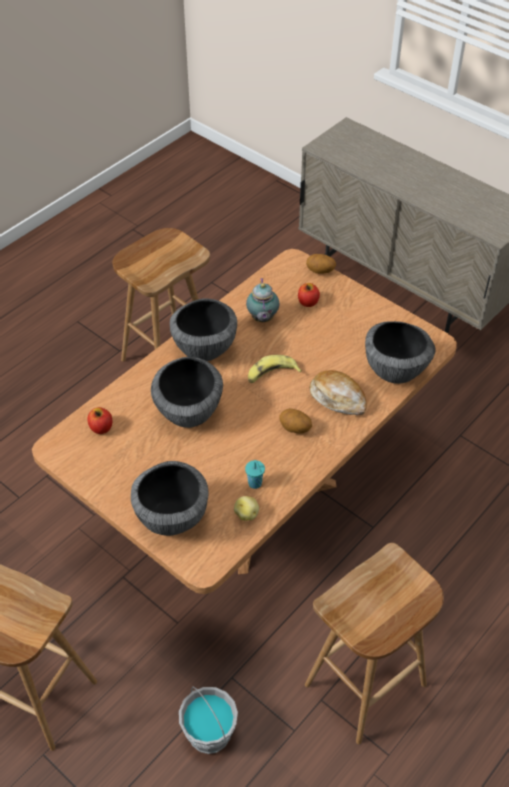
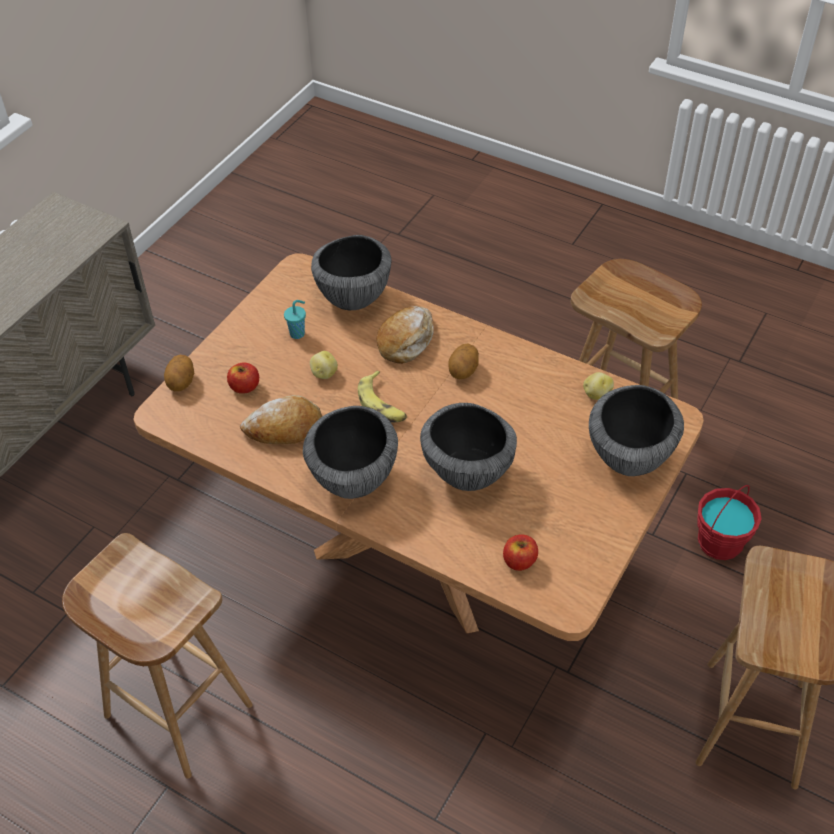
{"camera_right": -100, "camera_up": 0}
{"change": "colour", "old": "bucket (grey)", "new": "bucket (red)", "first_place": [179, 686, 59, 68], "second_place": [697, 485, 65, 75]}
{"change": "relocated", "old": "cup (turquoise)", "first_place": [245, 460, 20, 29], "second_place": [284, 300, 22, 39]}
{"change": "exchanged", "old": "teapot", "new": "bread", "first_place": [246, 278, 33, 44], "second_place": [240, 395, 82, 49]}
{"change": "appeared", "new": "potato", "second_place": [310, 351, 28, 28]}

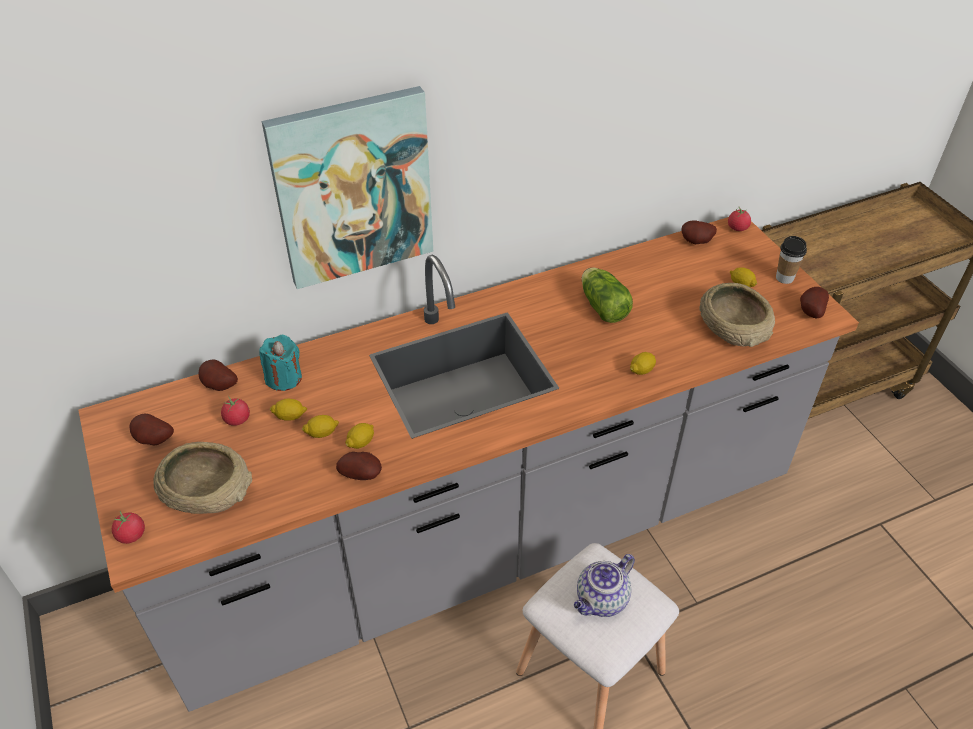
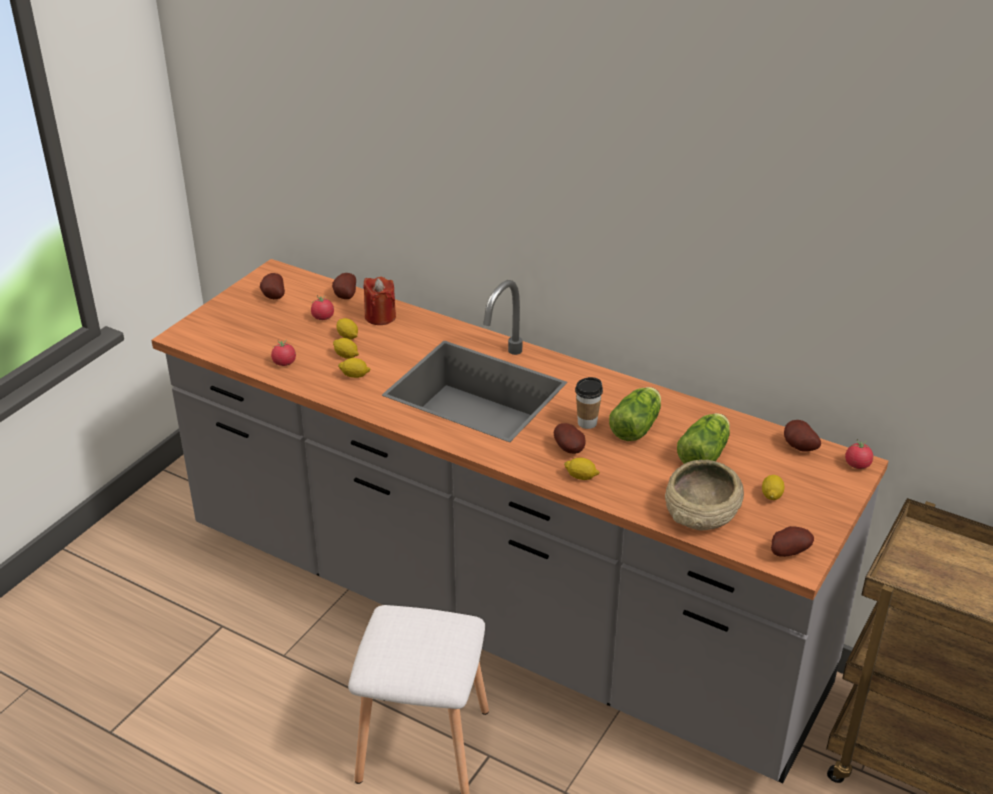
{"camera_right": 55, "camera_up": -10}
{"change": "relocated", "old": "tomato", "first_place": [112, 511, 33, 33], "second_place": [271, 340, 25, 26]}
{"change": "missing", "old": "bowl (beige)", "first_place": [153, 442, 99, 72]}
{"change": "colour", "old": "candle (turquoise)", "new": "candle (red)", "first_place": [259, 335, 43, 56], "second_place": [363, 277, 33, 48]}
{"change": "missing", "old": "picture", "first_place": [262, 86, 171, 203]}
{"change": "relocated", "old": "potato", "first_place": [336, 452, 46, 28], "second_place": [554, 423, 32, 31]}
{"change": "missing", "old": "teapot", "first_place": [574, 554, 61, 63]}
{"change": "relocated", "old": "cup", "first_place": [776, 236, 31, 48], "second_place": [575, 377, 28, 52]}
{"change": "appeared", "new": "lettuce", "second_place": [677, 413, 53, 51]}

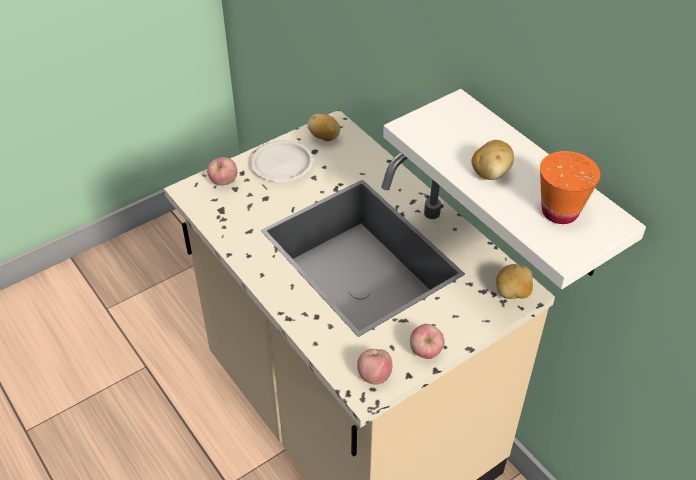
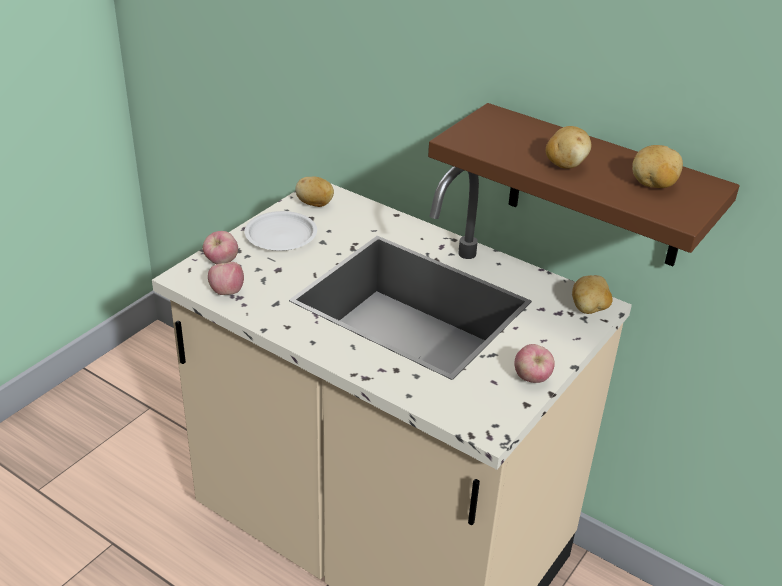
{"camera_right": -20, "camera_up": -10}
{"change": "relocated", "old": "apple", "first_place": [357, 349, 35, 36], "second_place": [208, 262, 36, 33]}
{"change": "colour", "old": "shelf (white)", "new": "shelf (brown)", "first_place": [383, 89, 263, 200], "second_place": [428, 103, 311, 163]}
{"change": "exchanged", "old": "cup (orange)", "new": "potato", "first_place": [540, 151, 61, 73], "second_place": [632, 145, 51, 43]}

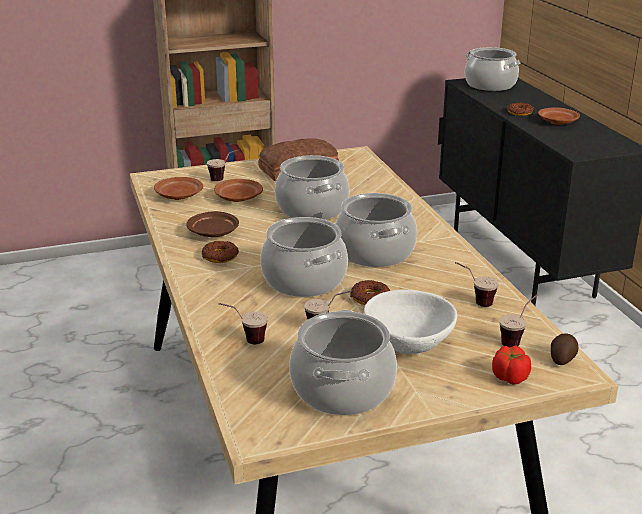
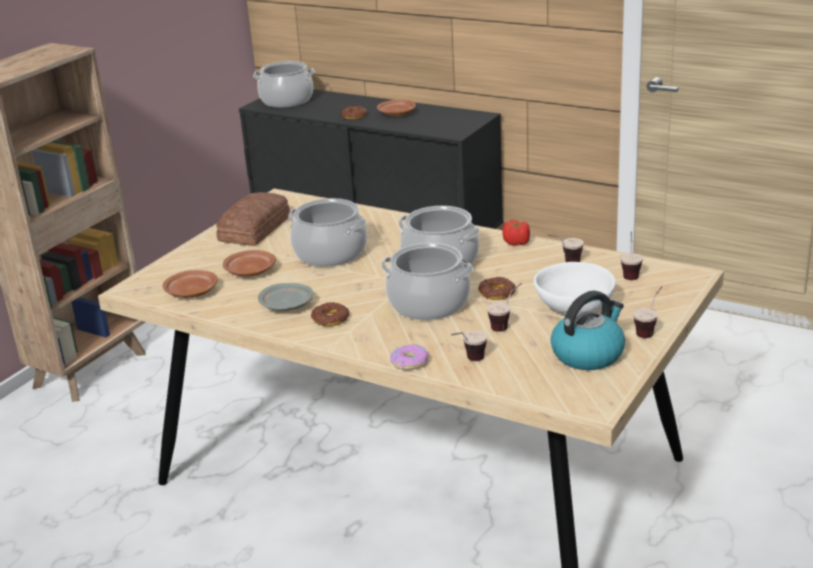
{"camera_right": -40, "camera_up": 0}
{"change": "colour", "old": "plate (brown)", "new": "plate (grey)", "first_place": [186, 211, 53, 26], "second_place": [258, 283, 55, 28]}
{"change": "relocated", "old": "cup", "first_place": [207, 149, 33, 32], "second_place": [633, 286, 29, 52]}
{"change": "exchanged", "old": "cooking pot", "new": "kettle", "first_place": [289, 310, 108, 105], "second_place": [550, 290, 75, 80]}
{"change": "relocated", "old": "tomato", "first_place": [492, 346, 39, 39], "second_place": [502, 220, 28, 26]}
{"change": "missing", "old": "potato", "first_place": [551, 333, 28, 32]}
{"change": "appeared", "new": "donut", "second_place": [390, 344, 38, 26]}

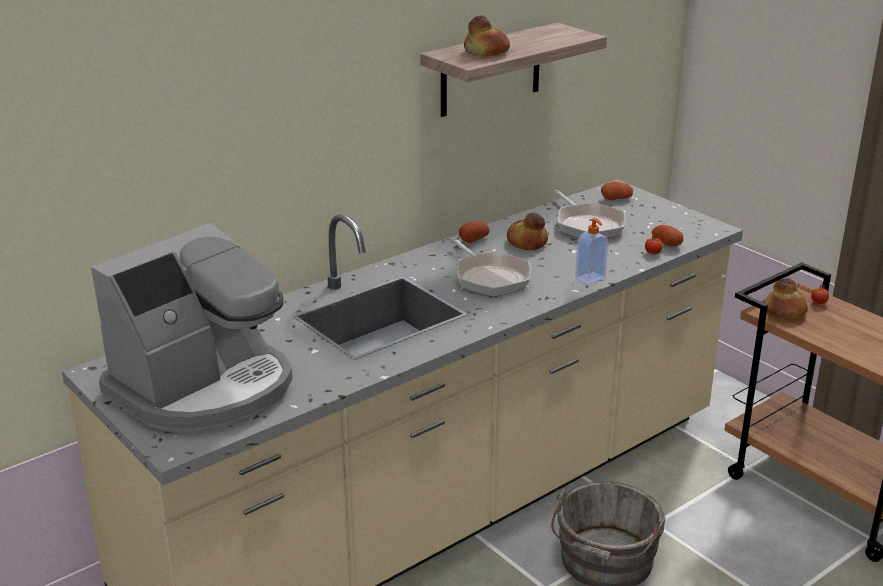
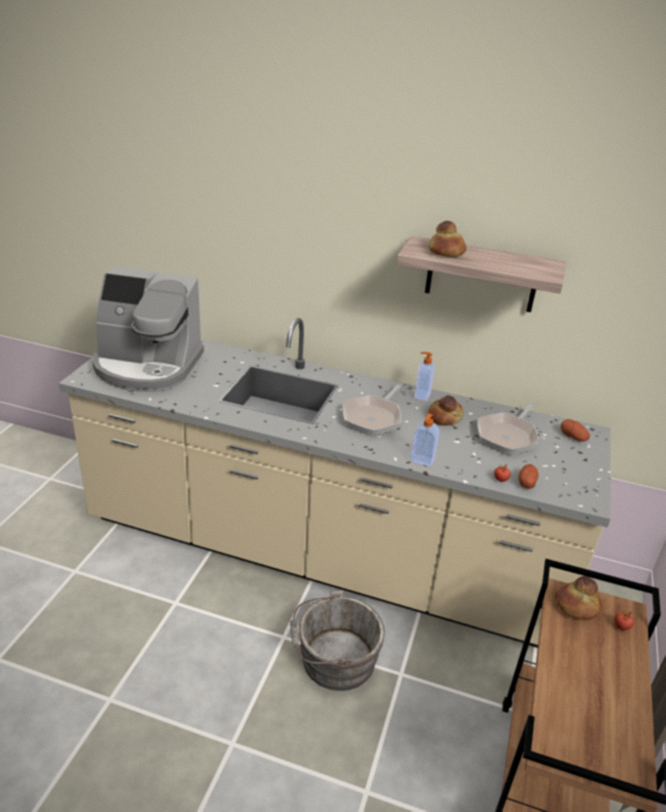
{"camera_right": 55, "camera_up": 5}
{"change": "exchanged", "old": "potato", "new": "soap dispenser", "first_place": [459, 221, 31, 22], "second_place": [414, 352, 21, 49]}

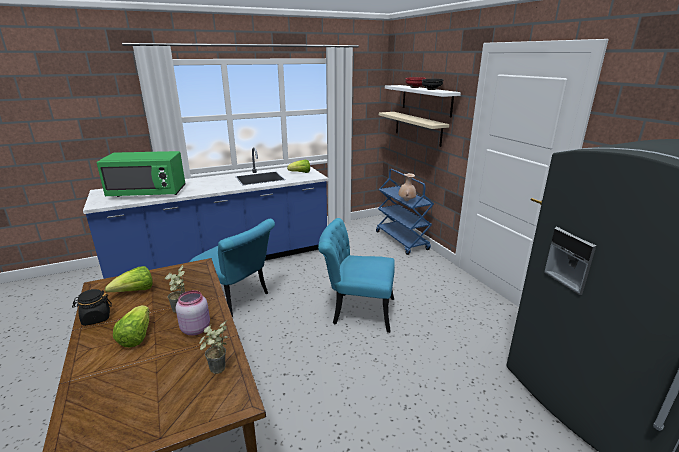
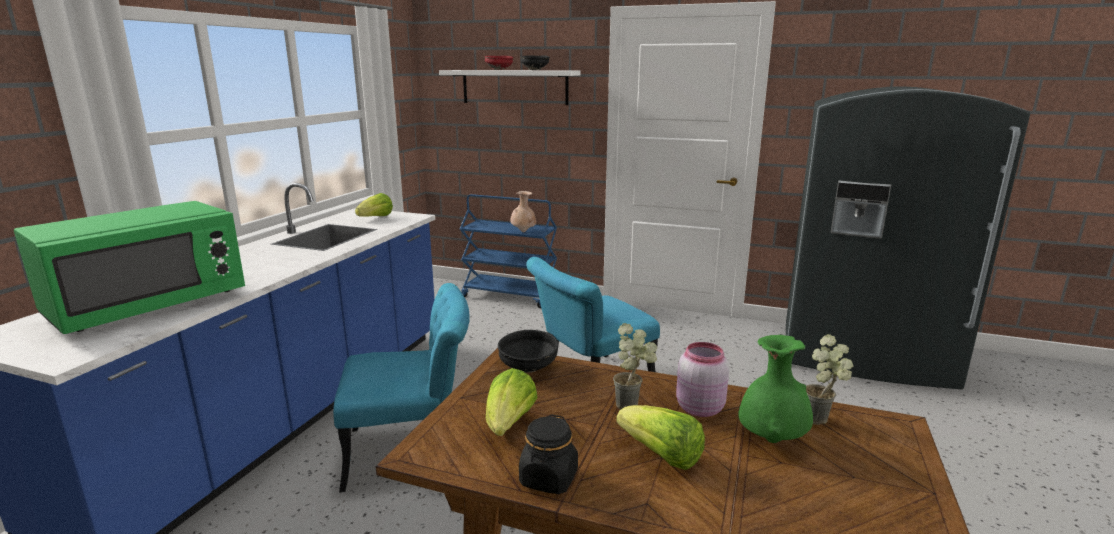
{"camera_right": -45, "camera_up": -5}
{"change": "missing", "old": "shelf (beige)", "first_place": [379, 112, 70, 35]}
{"change": "appeared", "new": "bowl (black)", "second_place": [498, 330, 60, 43]}
{"change": "appeared", "new": "vase (green)", "second_place": [738, 335, 75, 108]}

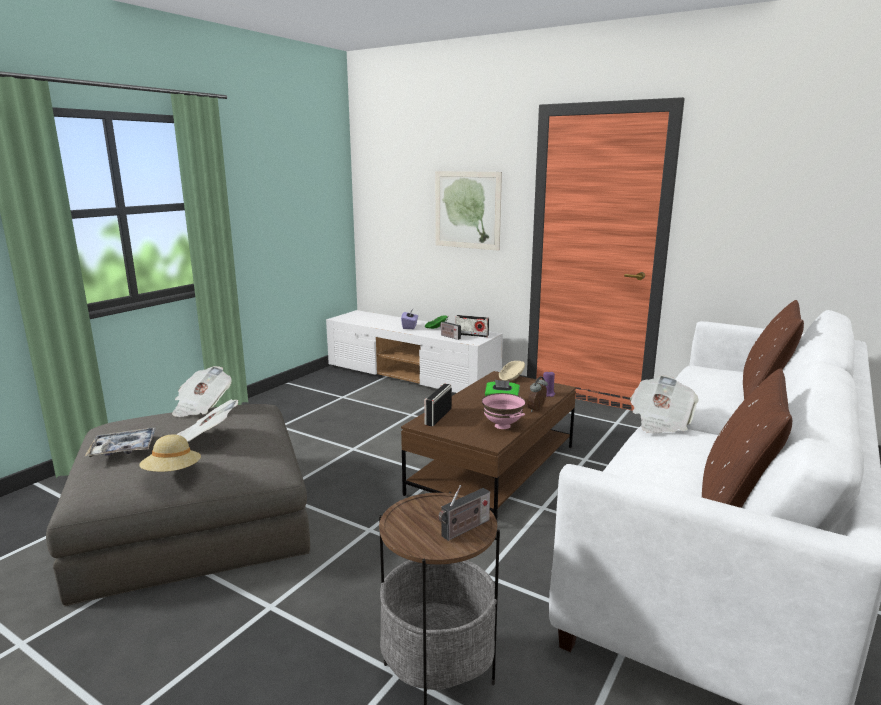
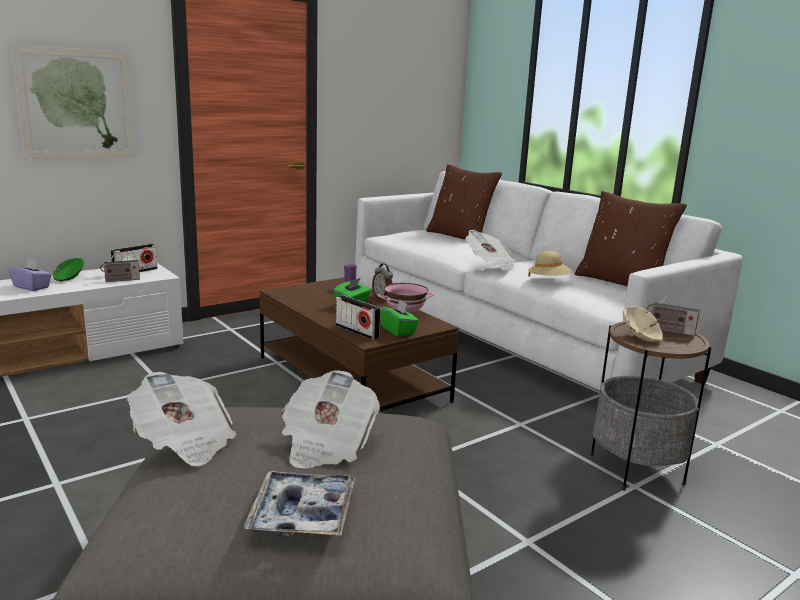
{"camera_right": -70, "camera_up": 0}
{"change": "relocated", "old": "hat (beige)", "first_place": [139, 435, 62, 37], "second_place": [528, 251, 44, 26]}
{"change": "spun", "old": "radio", "first_place": [438, 485, 52, 56], "second_place": [647, 292, 53, 44], "degrees": 135}
{"change": "relocated", "old": "bowl (beige)", "first_place": [499, 361, 26, 20], "second_place": [623, 306, 40, 36]}
{"change": "appeared", "new": "tissue box (green)", "second_place": [380, 300, 39, 37]}

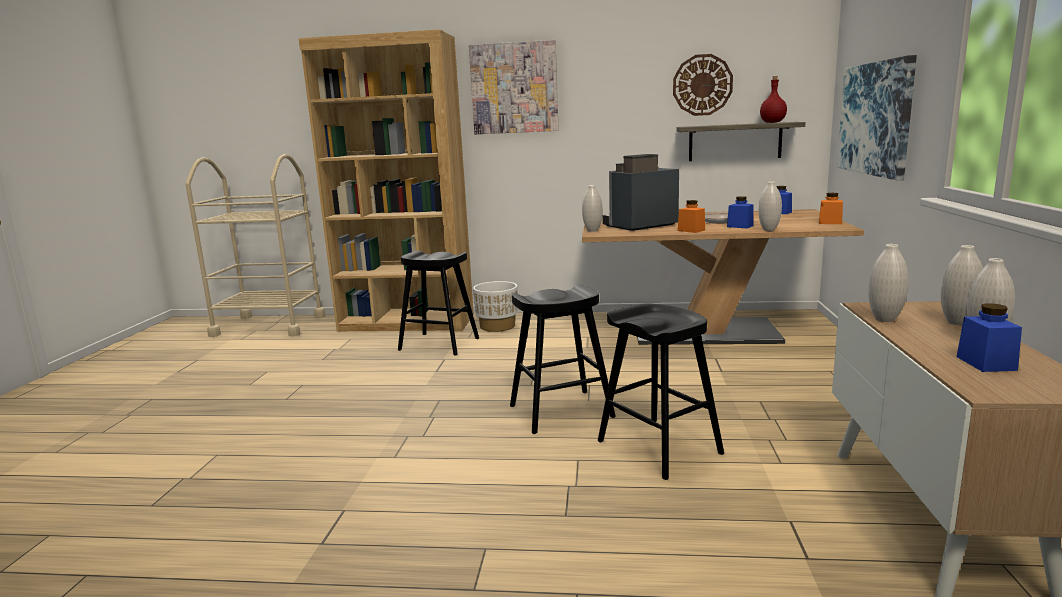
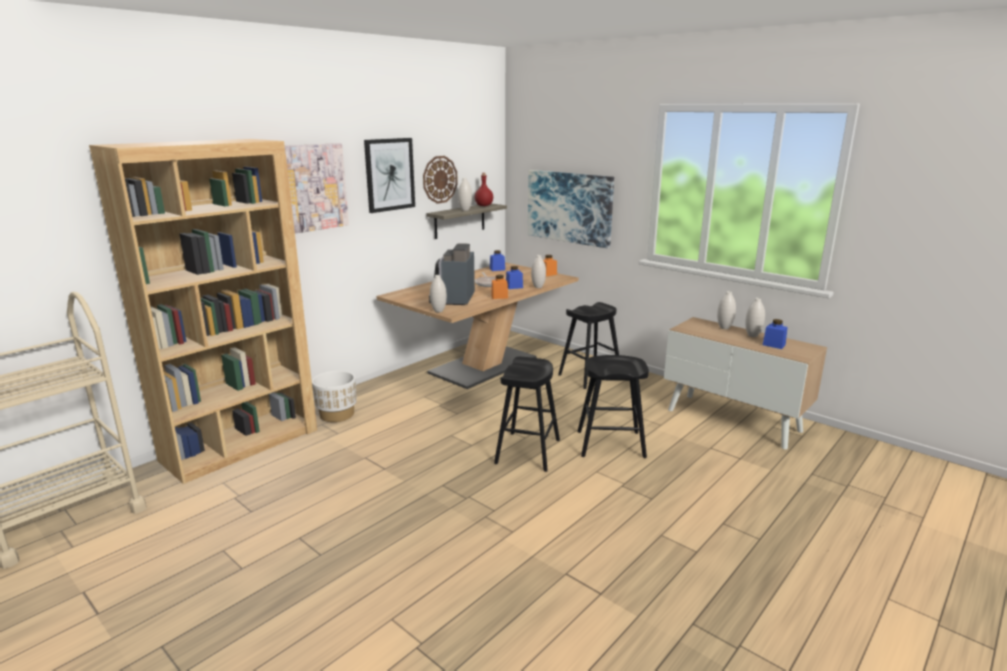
{"camera_right": -55, "camera_up": 5}
{"change": "relocated", "old": "stool (black)", "first_place": [398, 251, 81, 105], "second_place": [558, 302, 61, 87]}
{"change": "relocated", "old": "vase (white)", "first_place": [868, 244, 41, 78], "second_place": [458, 178, 14, 33]}
{"change": "appeared", "new": "picture", "second_place": [364, 138, 51, 75]}

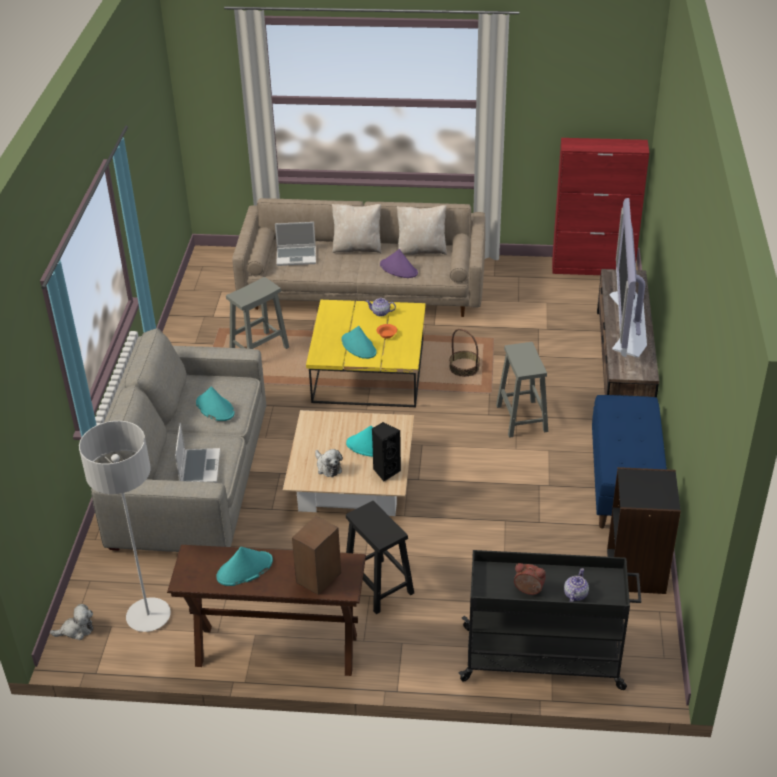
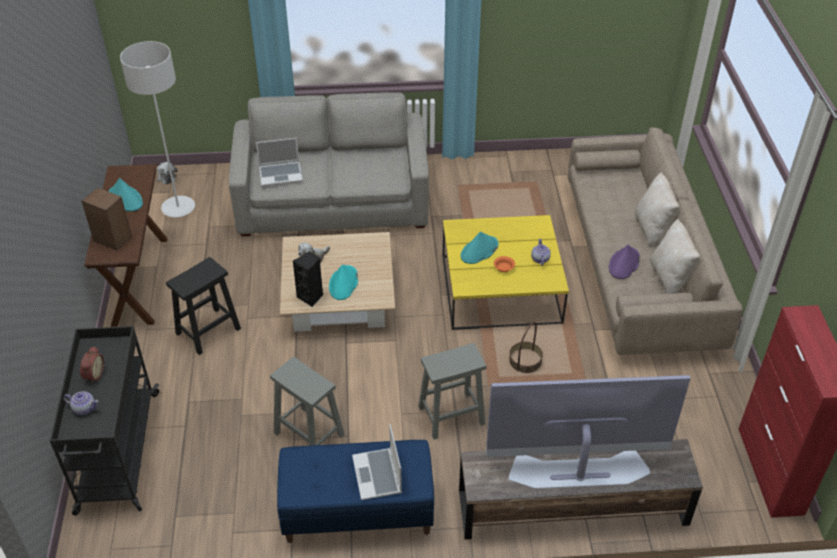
{"camera_right": 80, "camera_up": 5}
{"change": "missing", "old": "hat (turquoise)", "first_place": [196, 386, 39, 35]}
{"change": "relocated", "old": "stool (grey)", "first_place": [226, 277, 63, 72], "second_place": [270, 357, 75, 89]}
{"change": "relocated", "old": "laptop", "first_place": [275, 222, 41, 44], "second_place": [352, 424, 50, 76]}
{"change": "missing", "old": "bookcase (black)", "first_place": [607, 467, 74, 127]}

